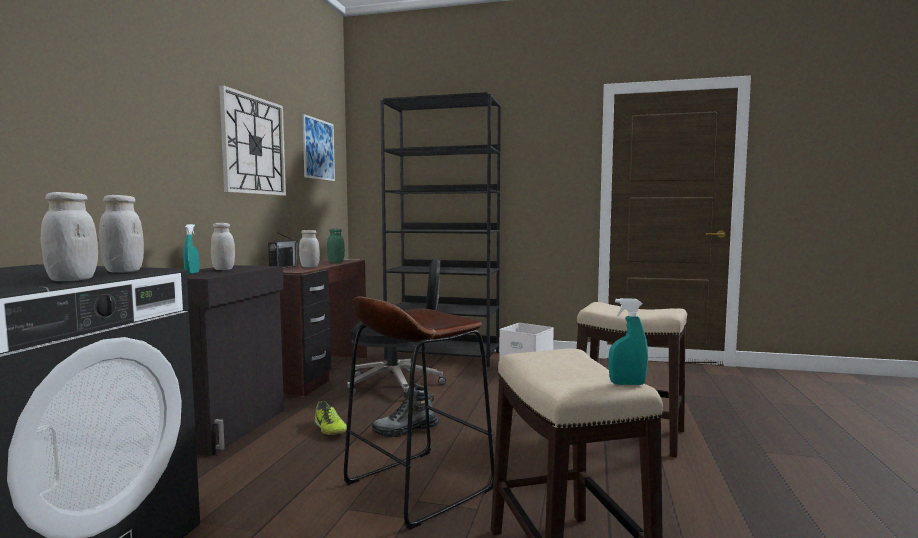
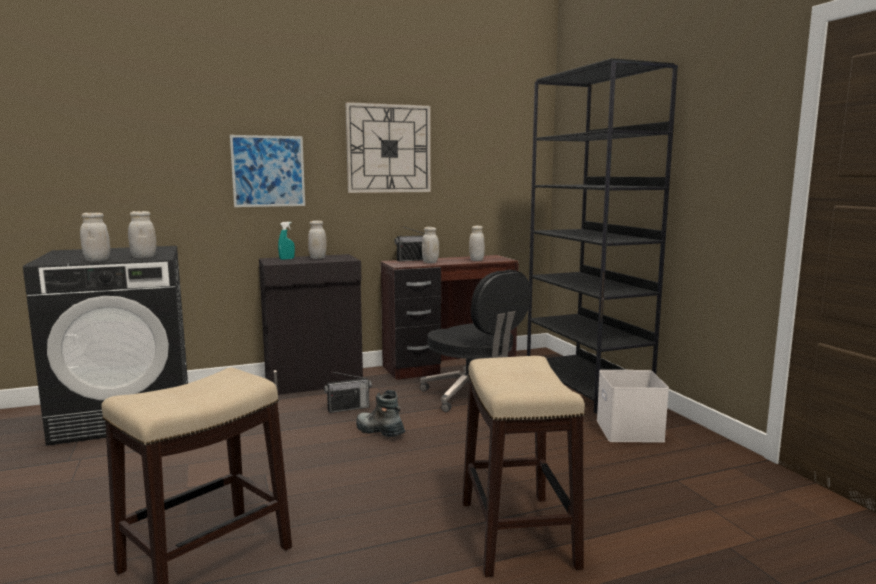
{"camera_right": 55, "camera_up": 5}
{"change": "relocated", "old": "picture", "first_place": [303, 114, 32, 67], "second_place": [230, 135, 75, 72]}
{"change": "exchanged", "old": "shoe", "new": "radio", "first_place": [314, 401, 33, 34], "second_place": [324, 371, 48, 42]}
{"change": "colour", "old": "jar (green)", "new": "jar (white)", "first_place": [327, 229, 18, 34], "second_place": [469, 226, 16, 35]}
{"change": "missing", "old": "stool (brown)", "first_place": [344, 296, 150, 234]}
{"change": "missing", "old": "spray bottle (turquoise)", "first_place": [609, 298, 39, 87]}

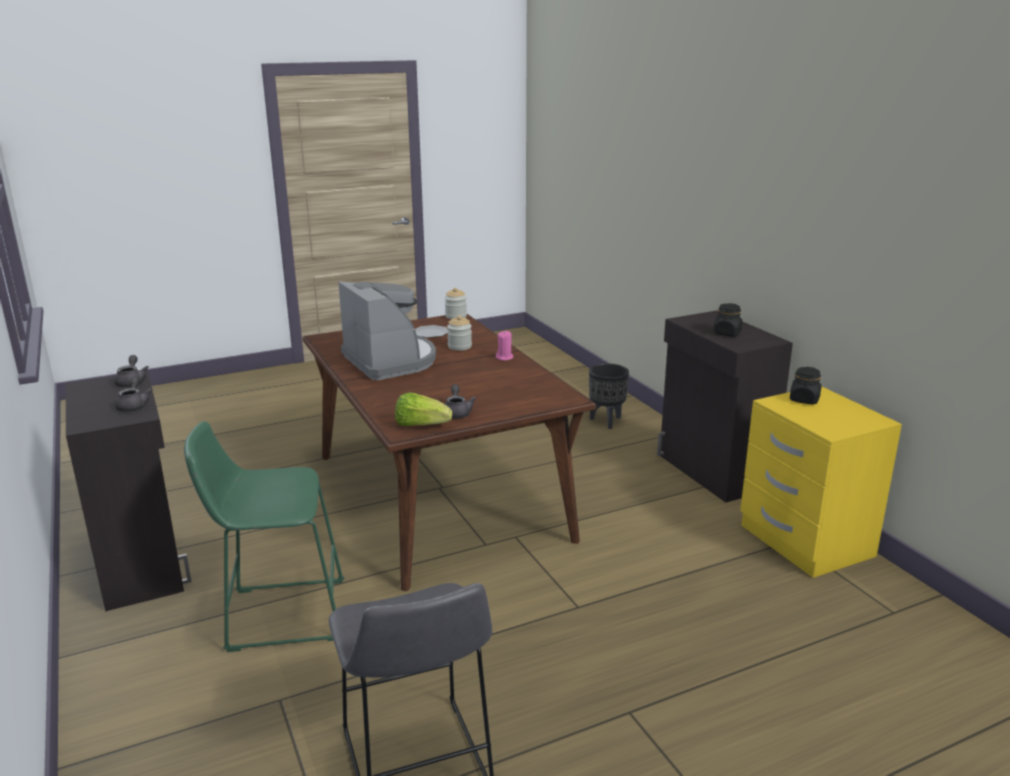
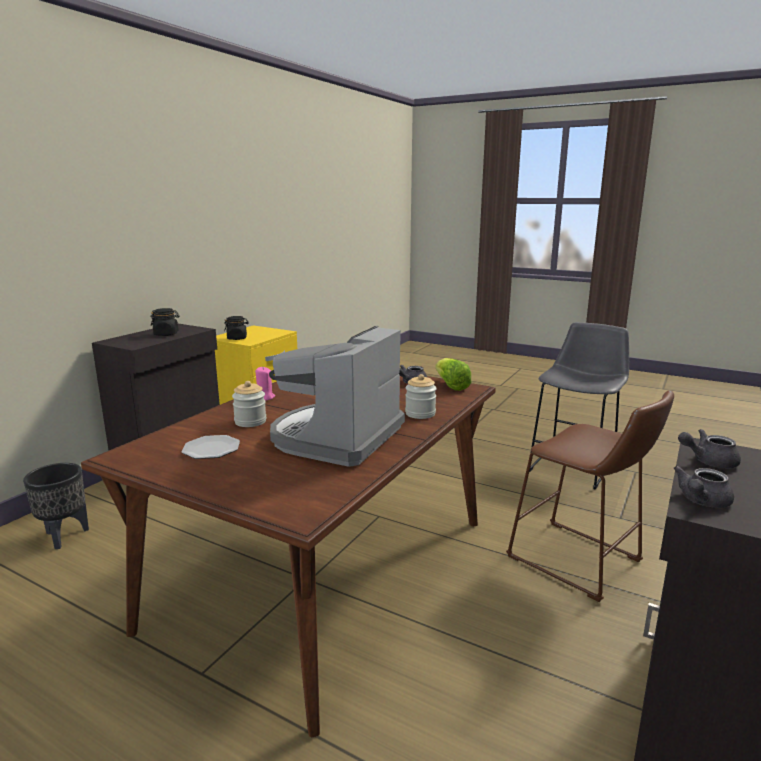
{"camera_right": -125, "camera_up": -5}
{"change": "spun", "old": "teapot (grey)", "first_place": [115, 377, 37, 35], "second_place": [678, 429, 63, 39], "degrees": 45}
{"change": "colour", "old": "stool (green)", "new": "stool (brown)", "first_place": [184, 421, 160, 231], "second_place": [506, 391, 168, 211]}
{"change": "relocated", "old": "jar", "first_place": [445, 288, 22, 31], "second_place": [405, 374, 32, 45]}

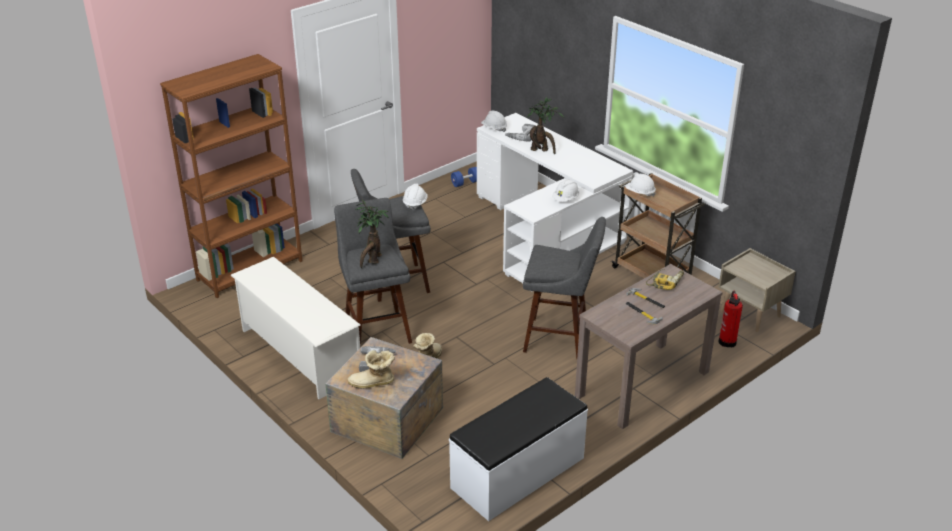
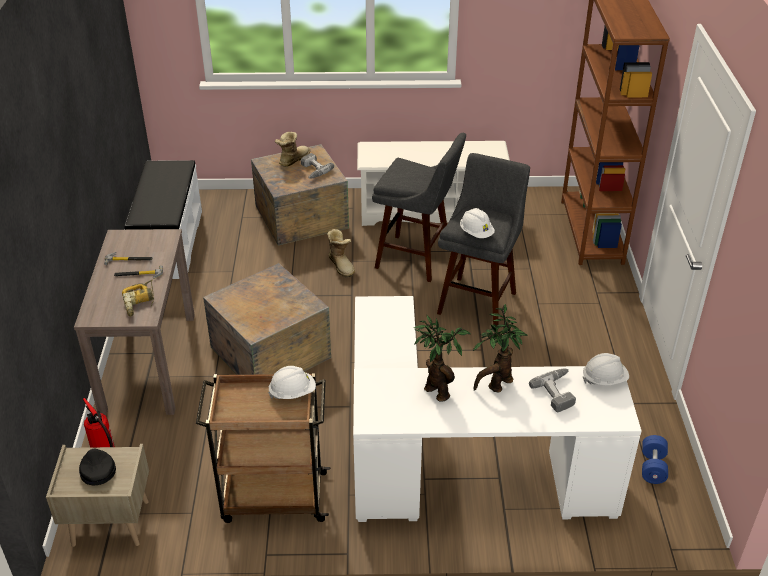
{"camera_right": 130, "camera_up": 5}
{"change": "relocated", "old": "potted plant", "first_place": [355, 200, 34, 68], "second_place": [414, 315, 57, 87]}
{"change": "exchanged", "old": "stool (grey)", "new": "crate", "first_place": [523, 217, 83, 142], "second_place": [203, 263, 128, 112]}
{"change": "missing", "old": "hard hat (white)", "first_place": [552, 179, 28, 23]}
{"change": "appeared", "new": "cap (black)", "second_place": [79, 449, 37, 36]}

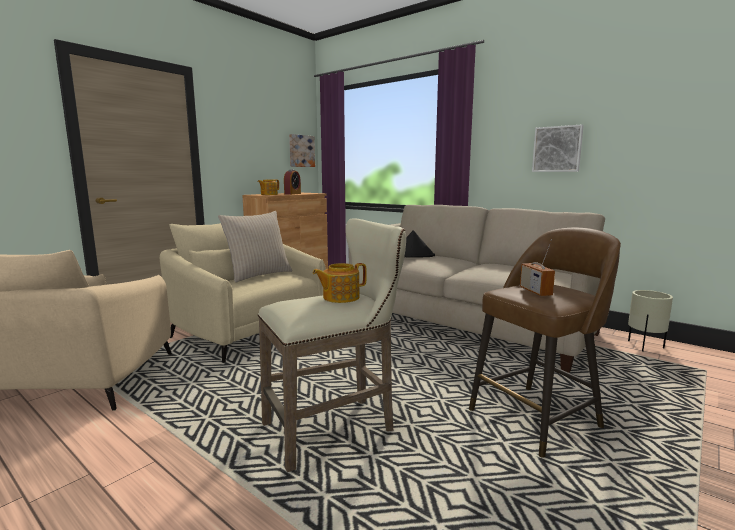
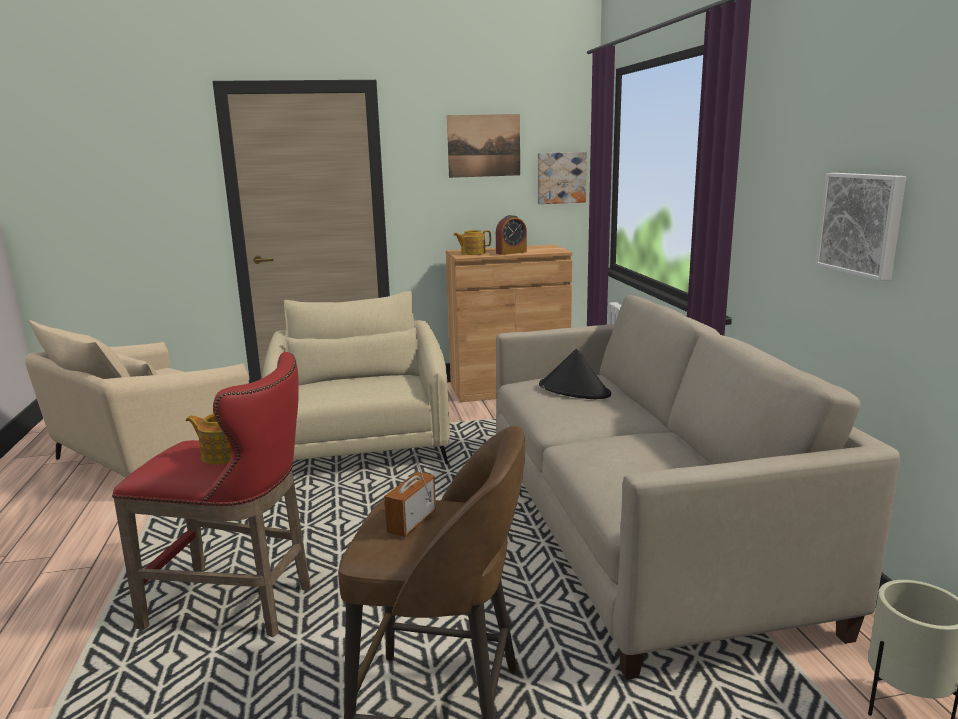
{"camera_right": 40, "camera_up": 5}
{"change": "missing", "old": "pillow (beige)", "first_place": [218, 211, 74, 72]}
{"change": "colour", "old": "stool (beige)", "new": "stool (red)", "first_place": [258, 218, 148, 254], "second_place": [112, 352, 199, 285]}
{"change": "appeared", "new": "picture", "second_place": [447, 114, 73, 64]}

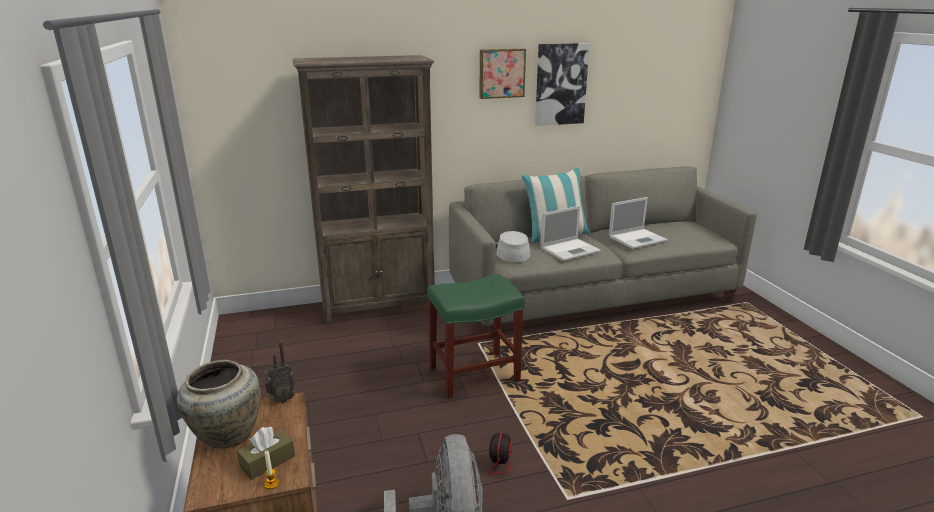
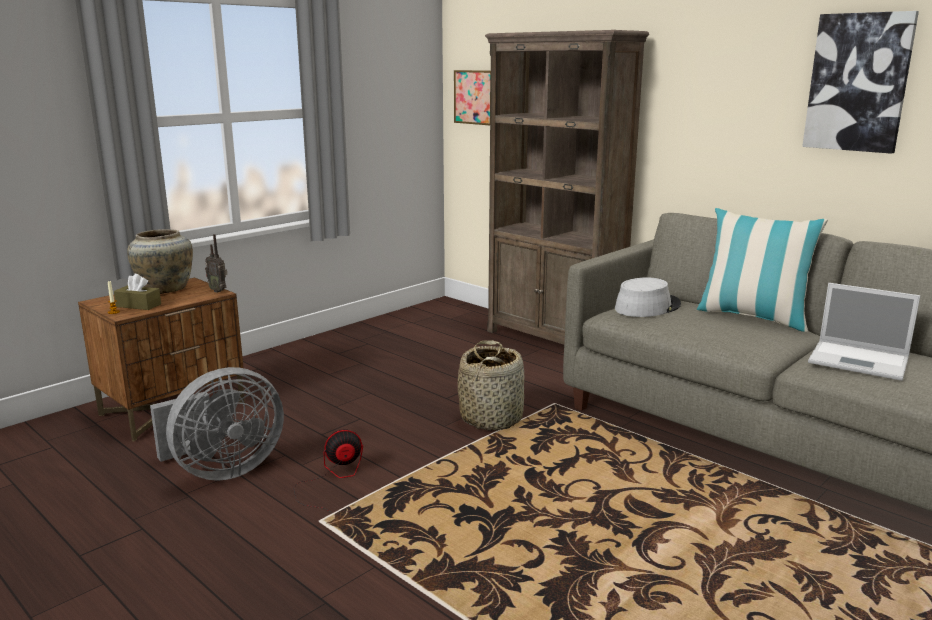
{"camera_right": 60, "camera_up": -5}
{"change": "exchanged", "old": "stool (green)", "new": "basket", "first_place": [427, 274, 98, 125], "second_place": [458, 340, 67, 91]}
{"change": "relocated", "old": "picture", "first_place": [479, 49, 47, 50], "second_place": [454, 70, 37, 55]}
{"change": "missing", "old": "laptop", "first_place": [540, 206, 61, 55]}

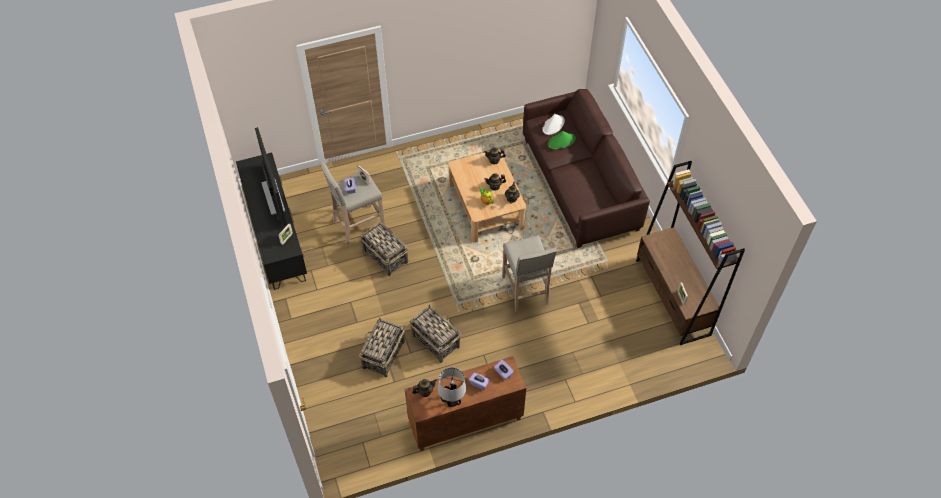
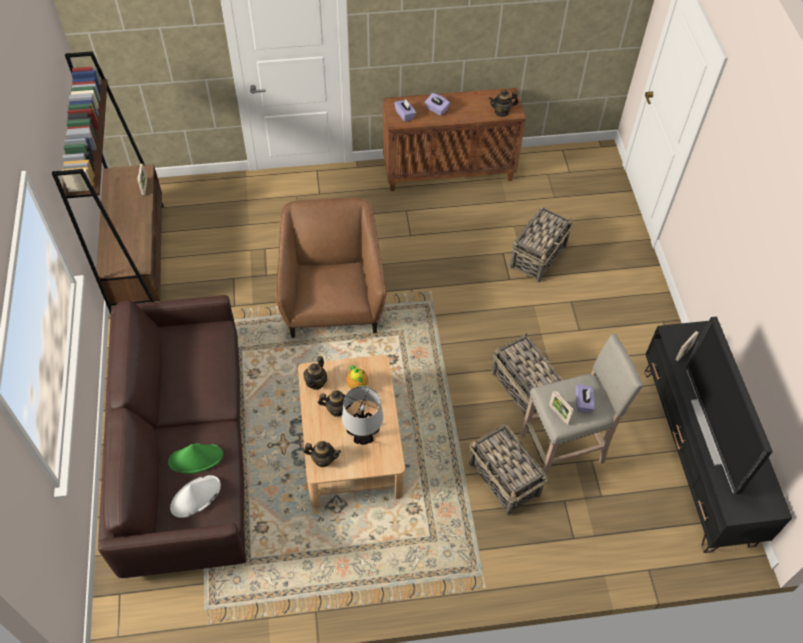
{"camera_right": -170, "camera_up": 0}
{"change": "relocated", "old": "basket", "first_place": [410, 304, 51, 59], "second_place": [469, 425, 78, 91]}
{"change": "relocated", "old": "table lamp", "first_place": [438, 368, 28, 39], "second_place": [342, 386, 41, 59]}
{"change": "exchanged", "old": "stool (beige)", "new": "armchair (brown)", "first_place": [502, 235, 55, 77], "second_place": [275, 198, 112, 140]}

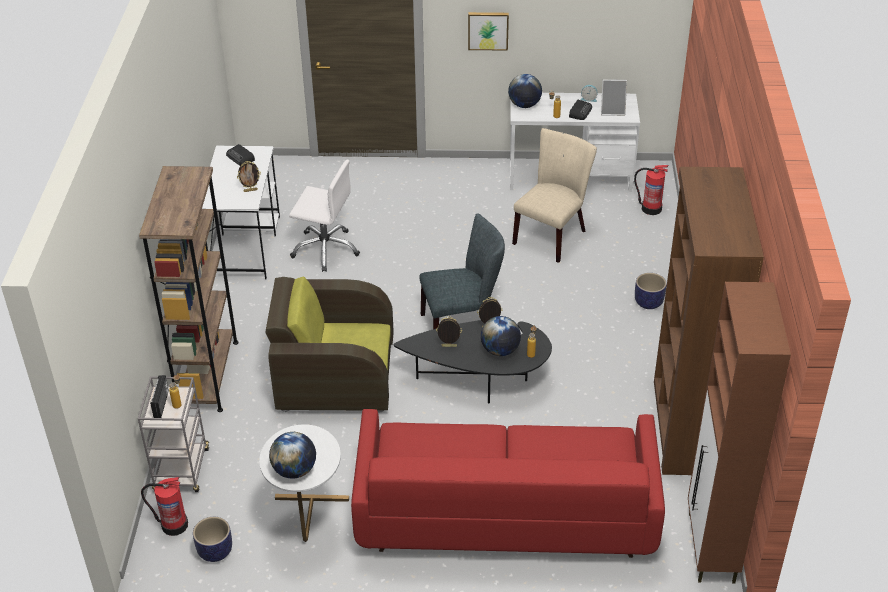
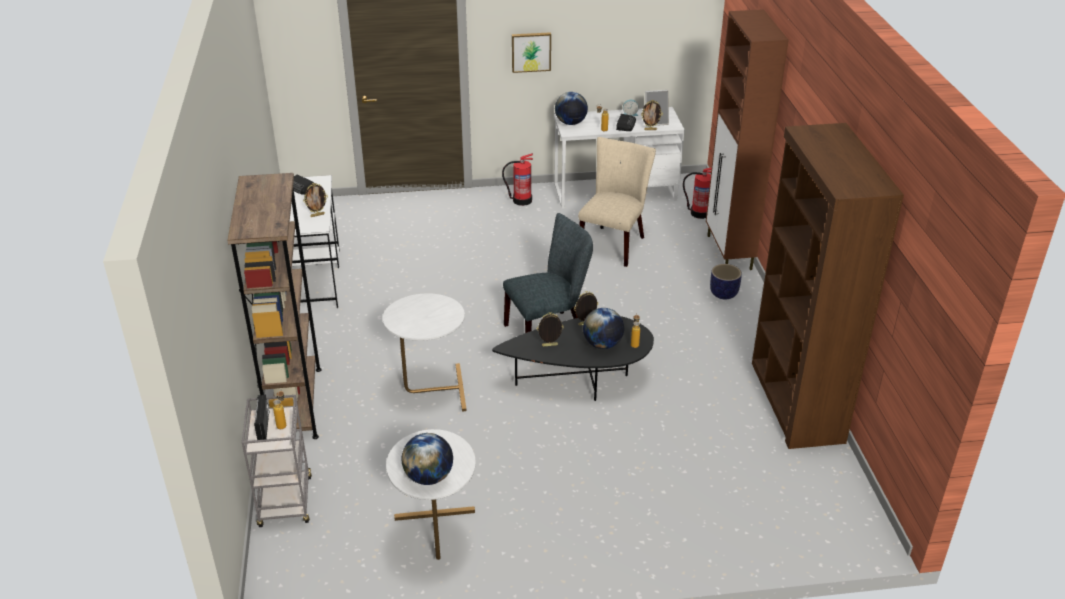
{"camera_right": -10, "camera_up": -5}
{"change": "relocated", "old": "fire extinguisher", "first_place": [141, 477, 47, 59], "second_place": [502, 153, 31, 53]}
{"change": "missing", "old": "planter", "first_place": [193, 517, 39, 45]}
{"change": "exchanged", "old": "armchair (brown)", "new": "side table (white)", "first_place": [265, 276, 128, 137], "second_place": [383, 293, 83, 119]}
{"change": "missing", "old": "office chair (white)", "first_place": [289, 160, 71, 112]}
{"change": "missing", "old": "sofa (red)", "first_place": [351, 409, 314, 149]}
{"change": "relocated", "old": "cabinet (brown)", "first_place": [688, 282, 103, 301], "second_place": [706, 9, 83, 261]}
{"change": "appeared", "new": "picture frame", "second_place": [641, 100, 22, 30]}

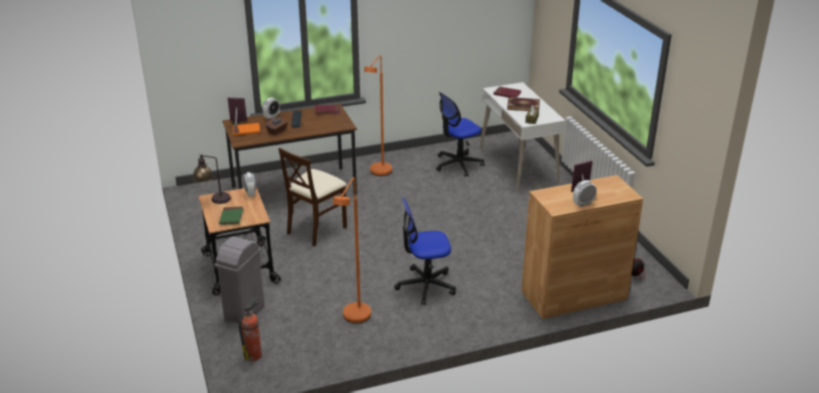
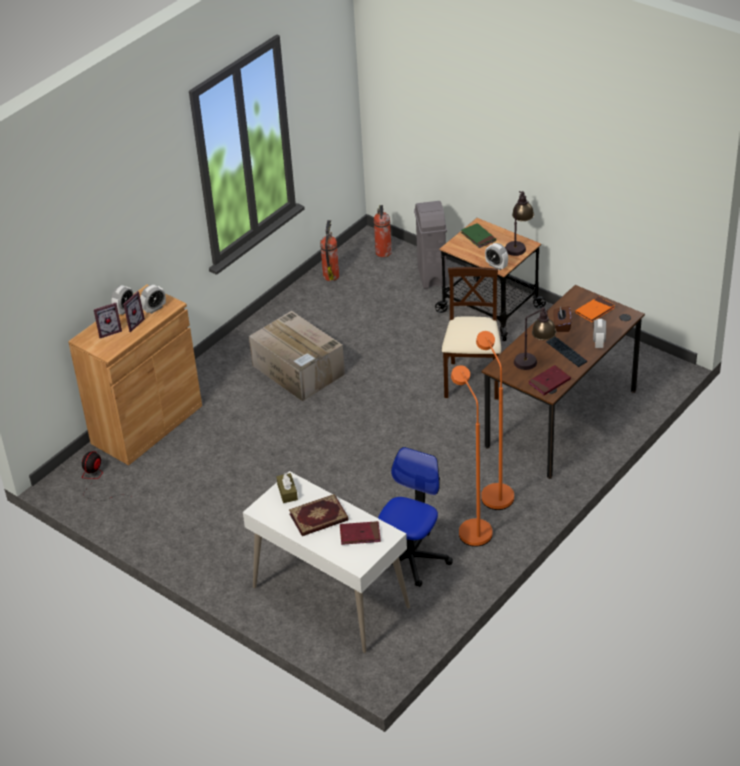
{"camera_right": 150, "camera_up": 10}
{"change": "relocated", "old": "picture frame", "first_place": [228, 97, 19, 28], "second_place": [94, 303, 28, 35]}
{"change": "relocated", "old": "floor lamp (orange)", "first_place": [333, 177, 38, 147], "second_place": [451, 365, 41, 182]}
{"change": "exchanged", "old": "office chair", "new": "cardboard box", "first_place": [394, 197, 62, 108], "second_place": [249, 311, 96, 90]}
{"change": "appeared", "new": "alarm clock", "second_place": [140, 285, 26, 29]}
{"change": "appeared", "new": "fire extinguisher", "second_place": [320, 220, 19, 61]}
{"change": "appeared", "new": "table lamp", "second_place": [514, 306, 42, 64]}

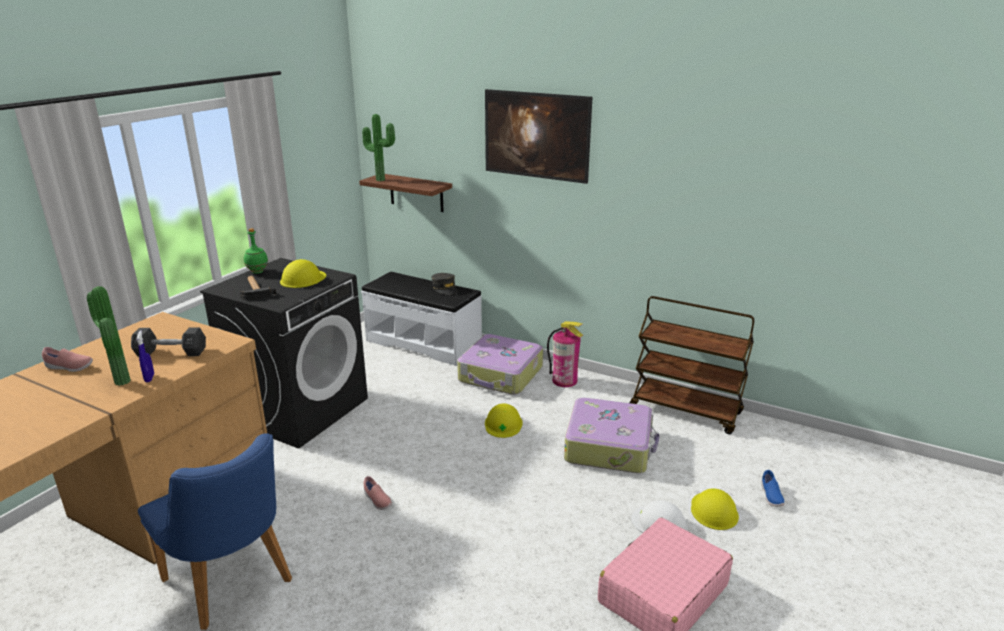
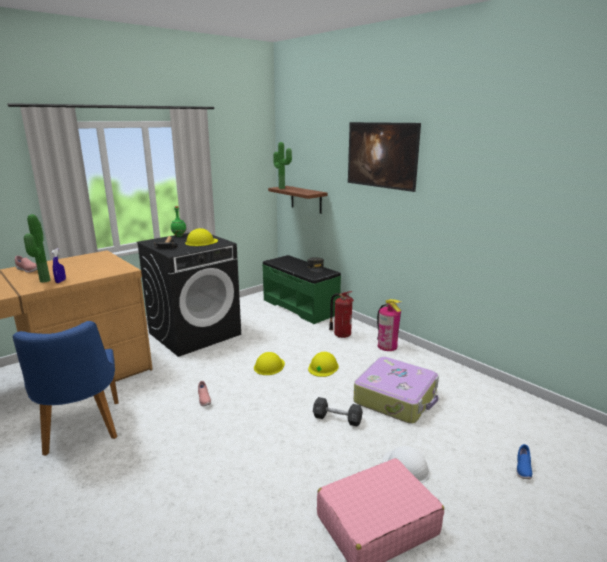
{"camera_right": 20, "camera_up": -5}
{"change": "relocated", "old": "dumbbell (black)", "first_place": [131, 327, 75, 30], "second_place": [313, 397, 50, 30]}
{"change": "colour", "old": "bench (white)", "new": "bench (green)", "first_place": [361, 272, 121, 94], "second_place": [262, 255, 79, 69]}
{"change": "exchanged", "old": "suitcase", "new": "fire extinguisher", "first_place": [457, 334, 86, 61], "second_place": [329, 291, 25, 47]}
{"change": "missing", "old": "cart (brown)", "first_place": [629, 296, 125, 138]}
{"change": "relocated", "old": "hard hat (yellow)", "first_place": [691, 488, 48, 42], "second_place": [254, 352, 31, 23]}

